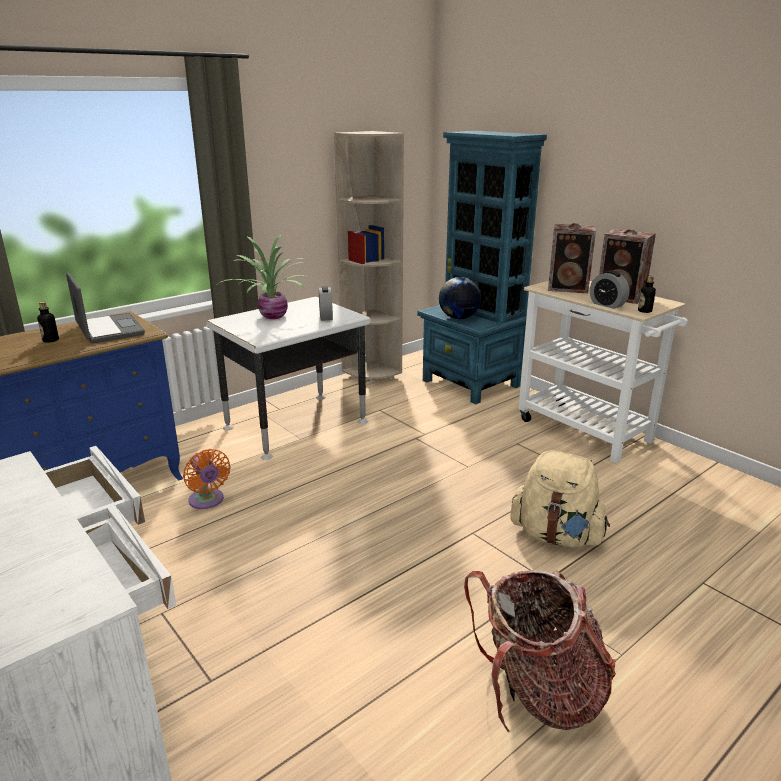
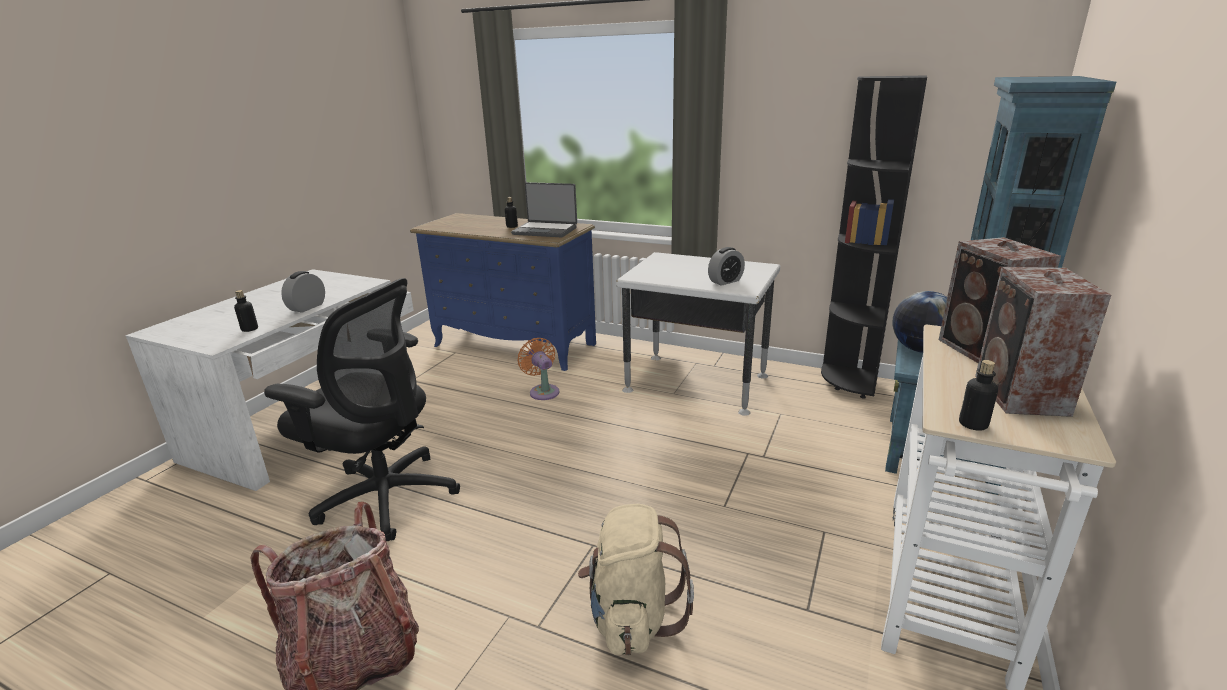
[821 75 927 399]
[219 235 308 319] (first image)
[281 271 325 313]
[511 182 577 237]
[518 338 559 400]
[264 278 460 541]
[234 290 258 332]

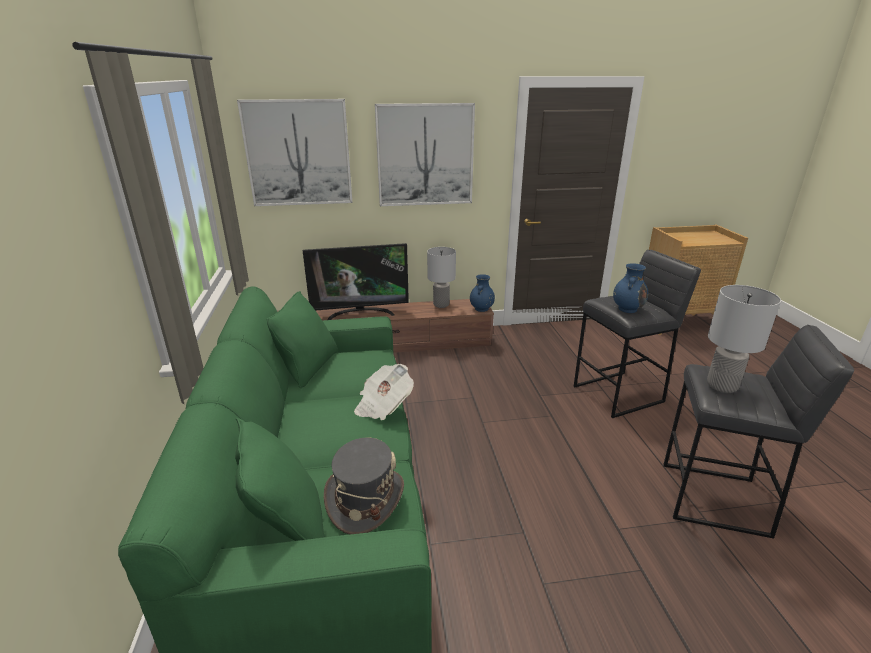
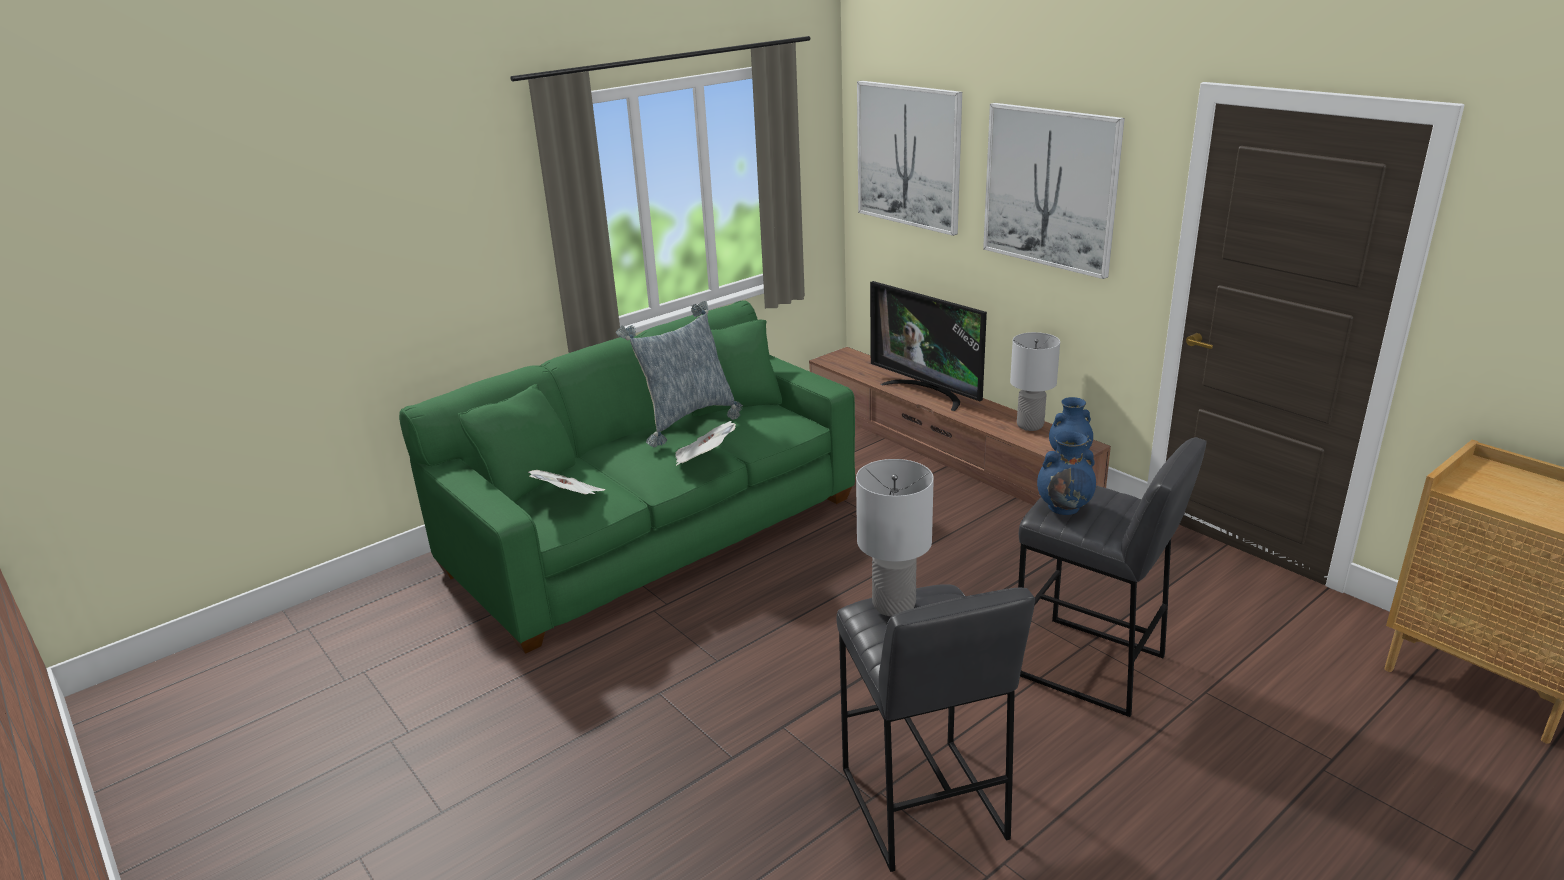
[528 470 605 494]
[616 301 743 447]

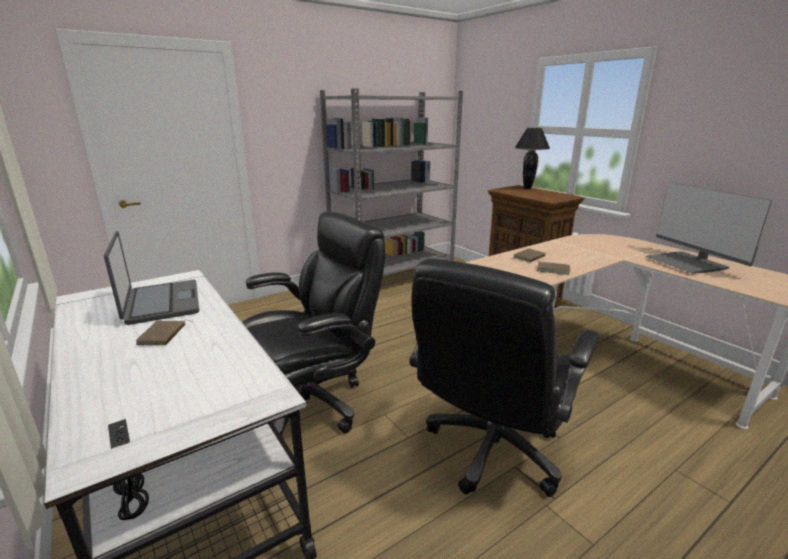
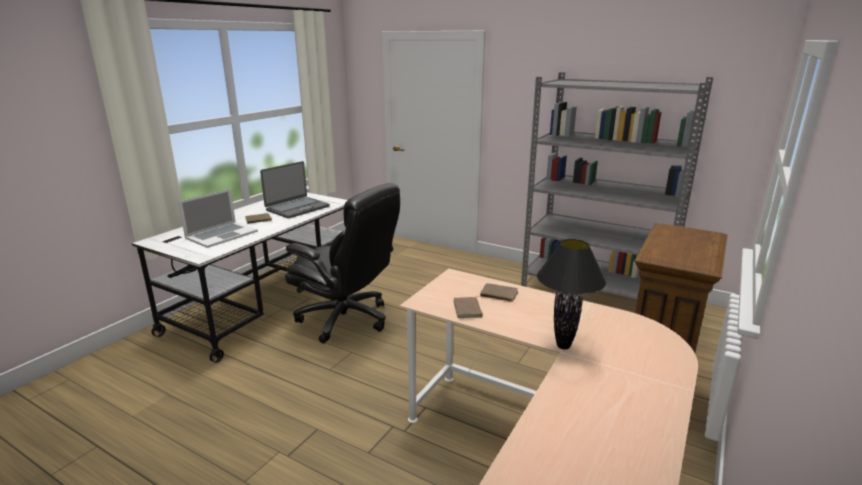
[537 239 606 350]
[646 182 772 273] (first image)
[409 259 600 497] (first image)
[178 189 258 248]

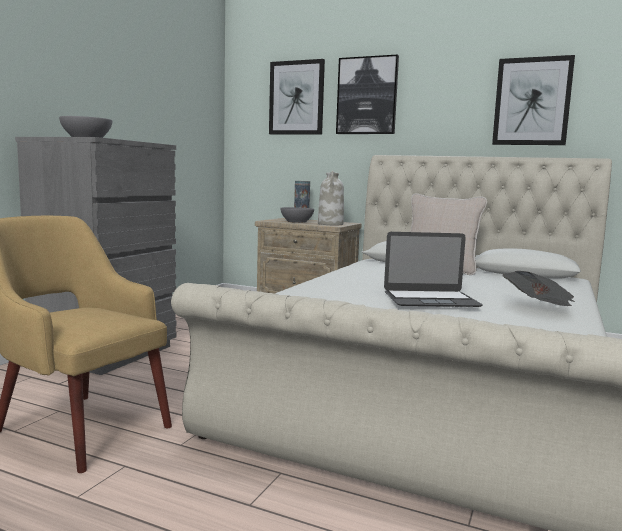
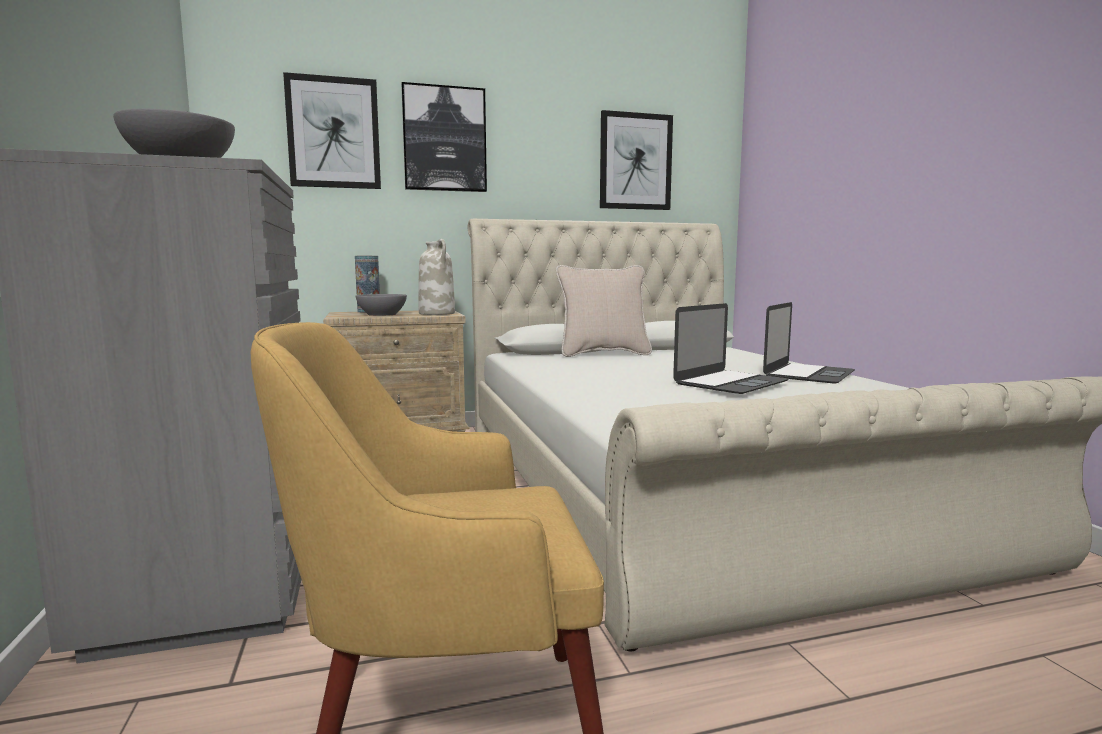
[763 302 855 383]

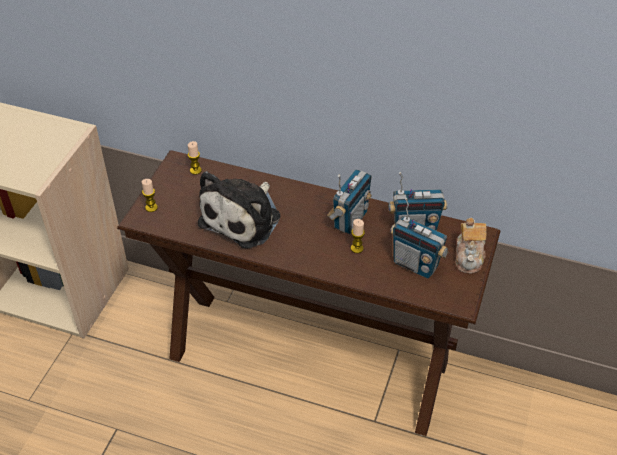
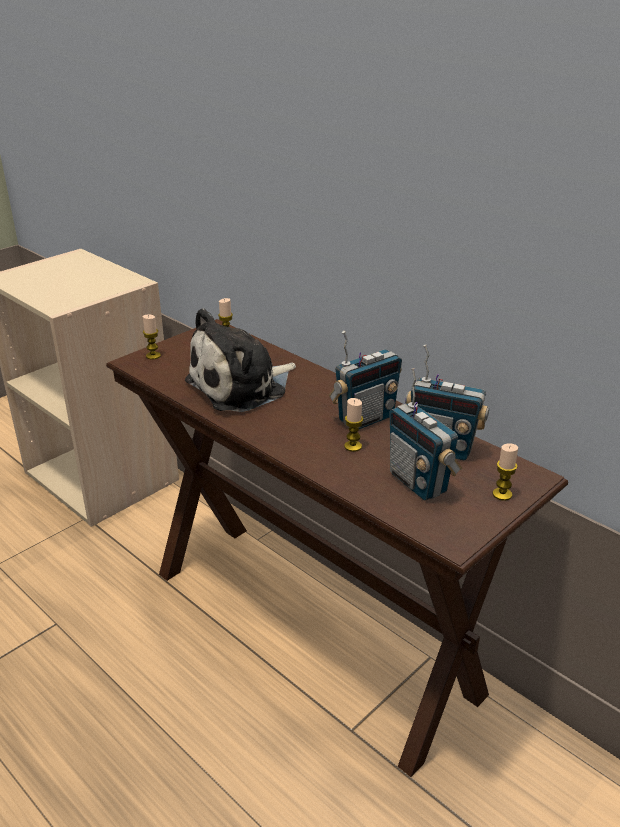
[493 443 518 501]

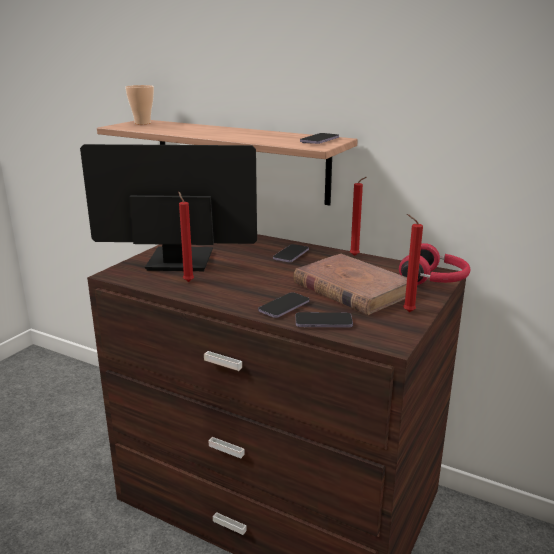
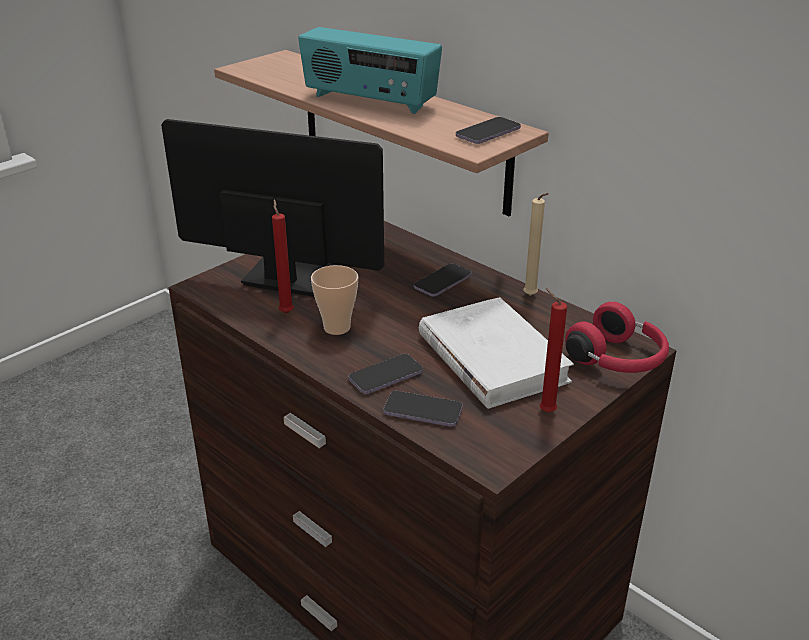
[311 265 358 335]
[523 193 549 296]
[419 297 574 409]
[298 27 442 114]

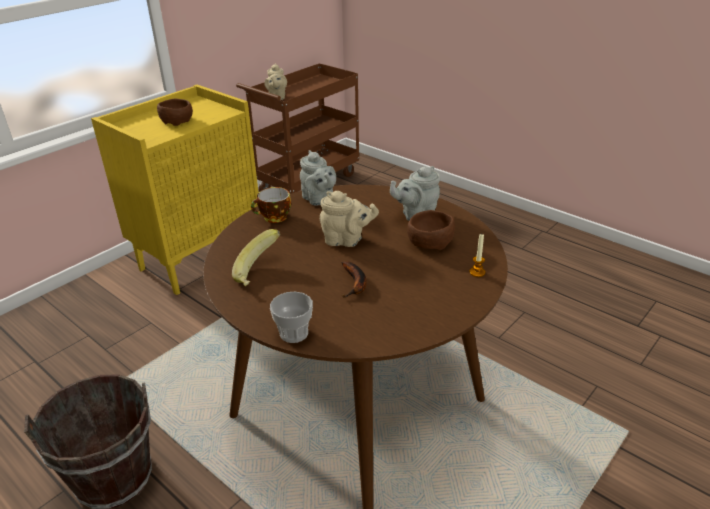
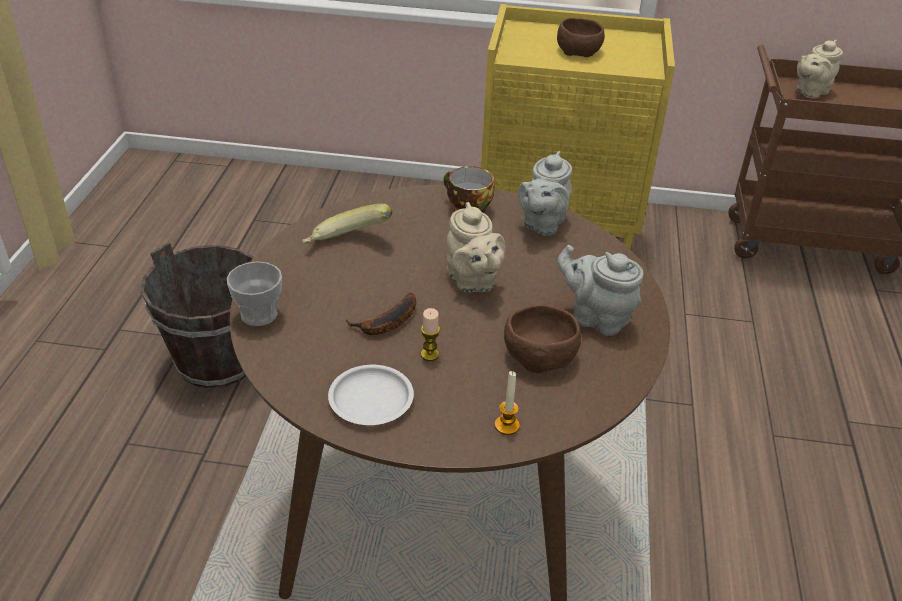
[421 308 440 361]
[328 365 414 425]

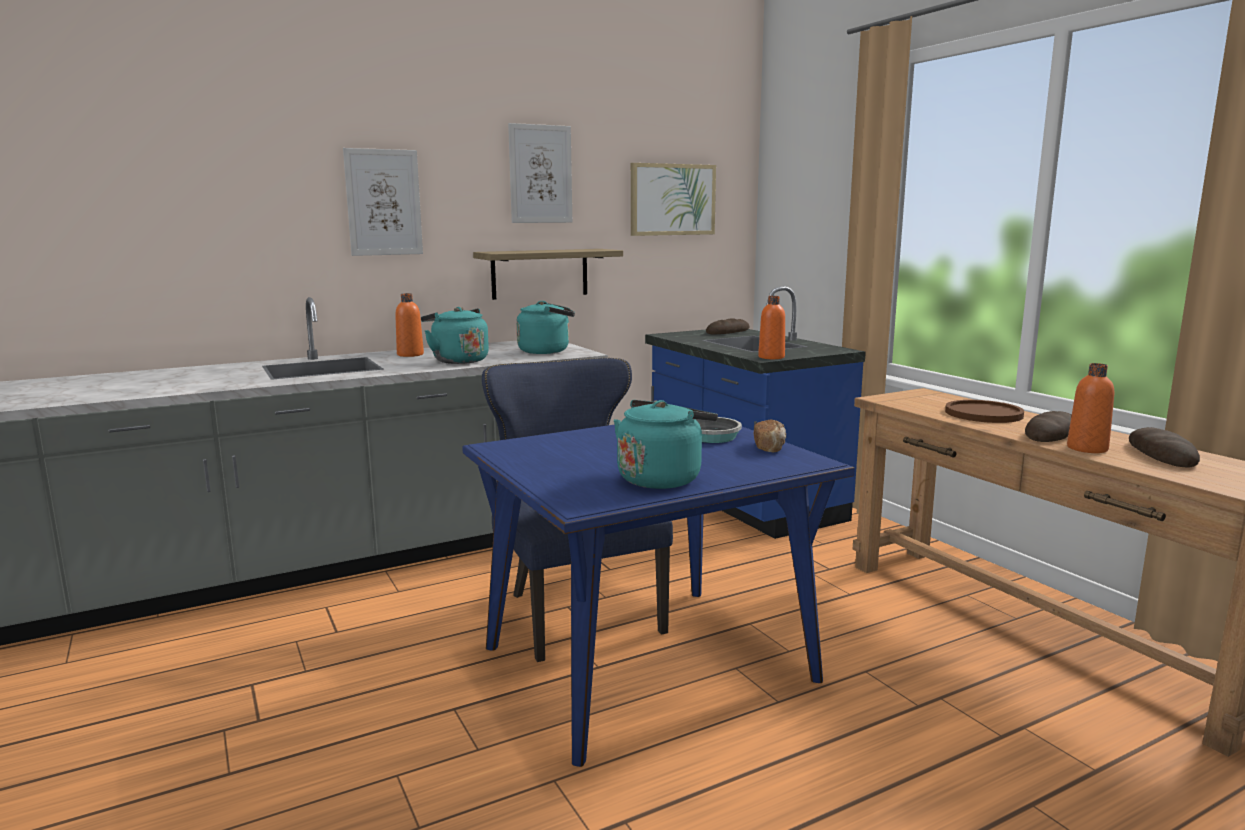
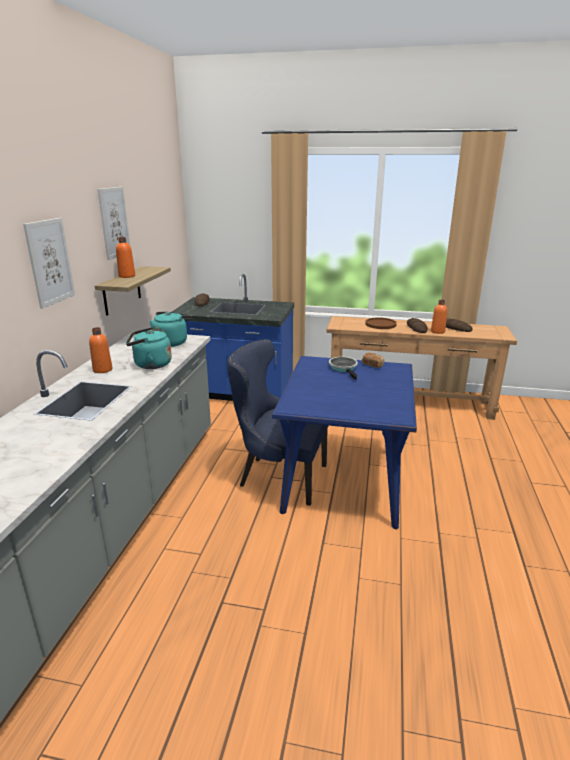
[631 163 716 236] (first image)
[116 237 135 278]
[614 400 718 489] (first image)

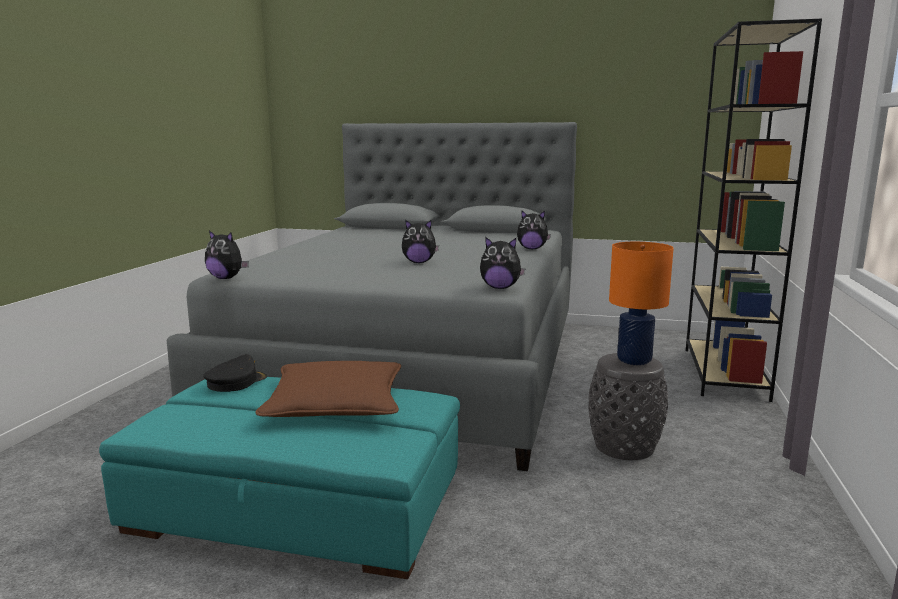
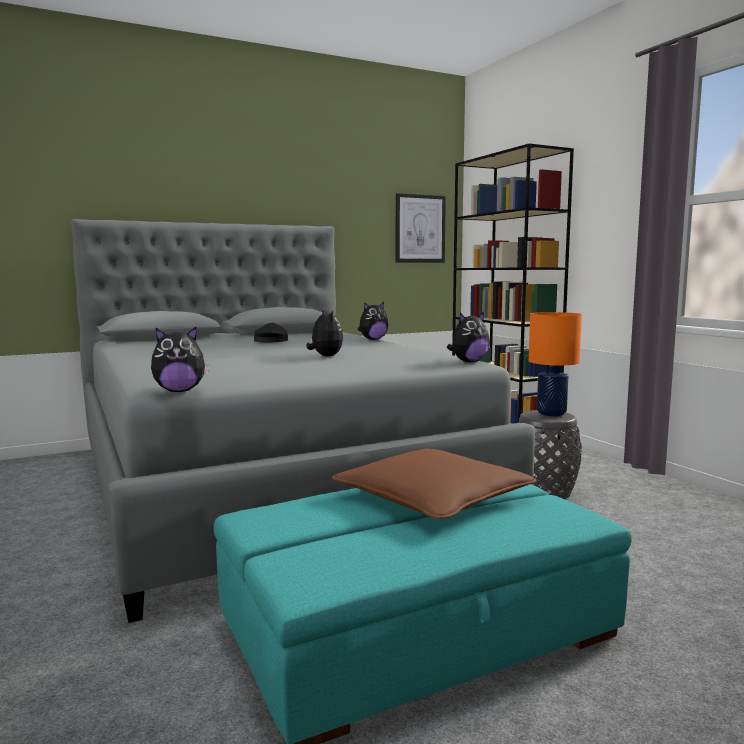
[306 309 343 357]
[254 323 288 342]
[396 193 446 263]

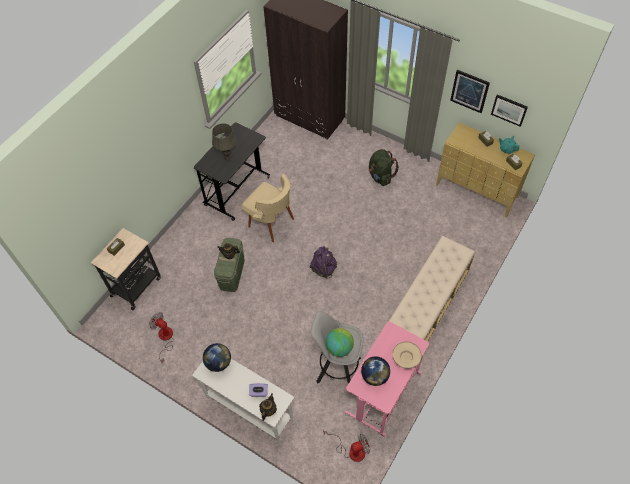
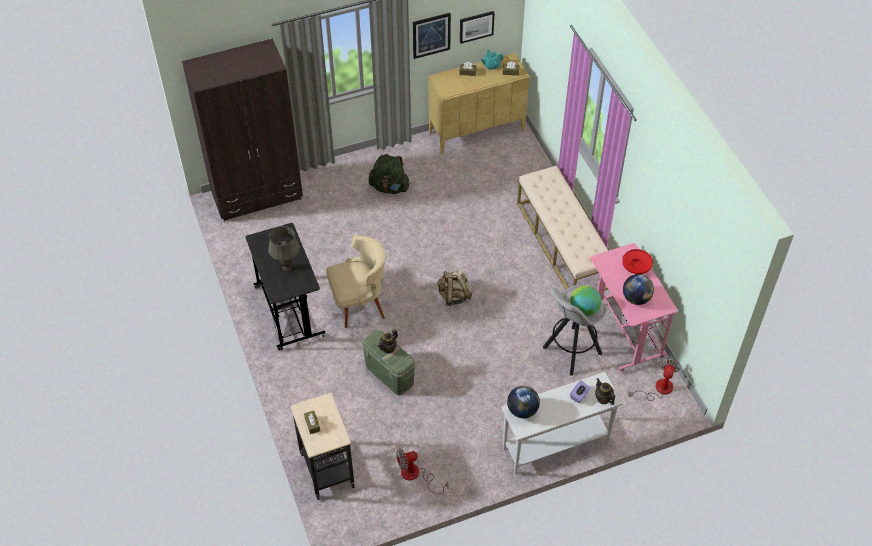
[437 270 472 306]
[622 249 653 274]

